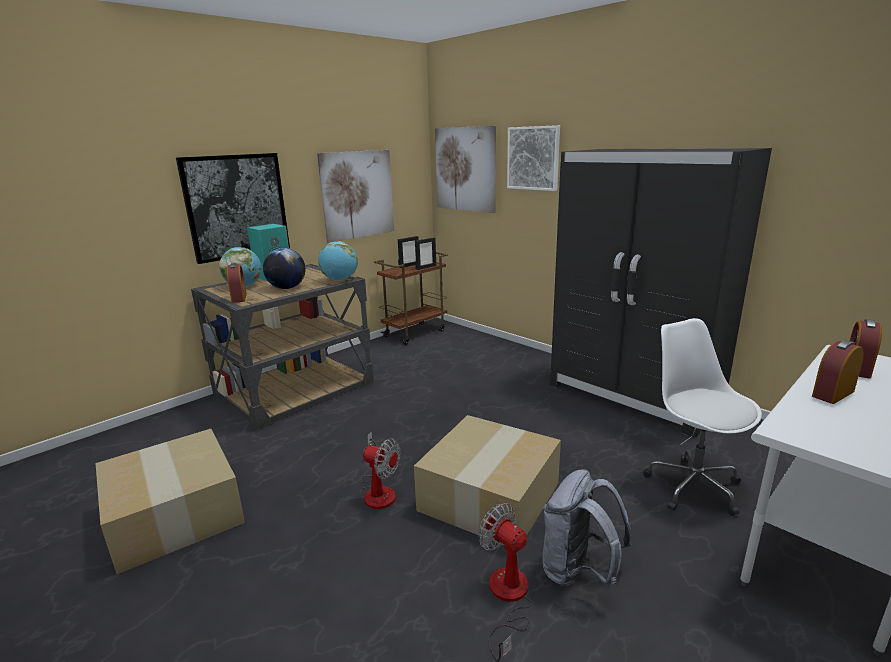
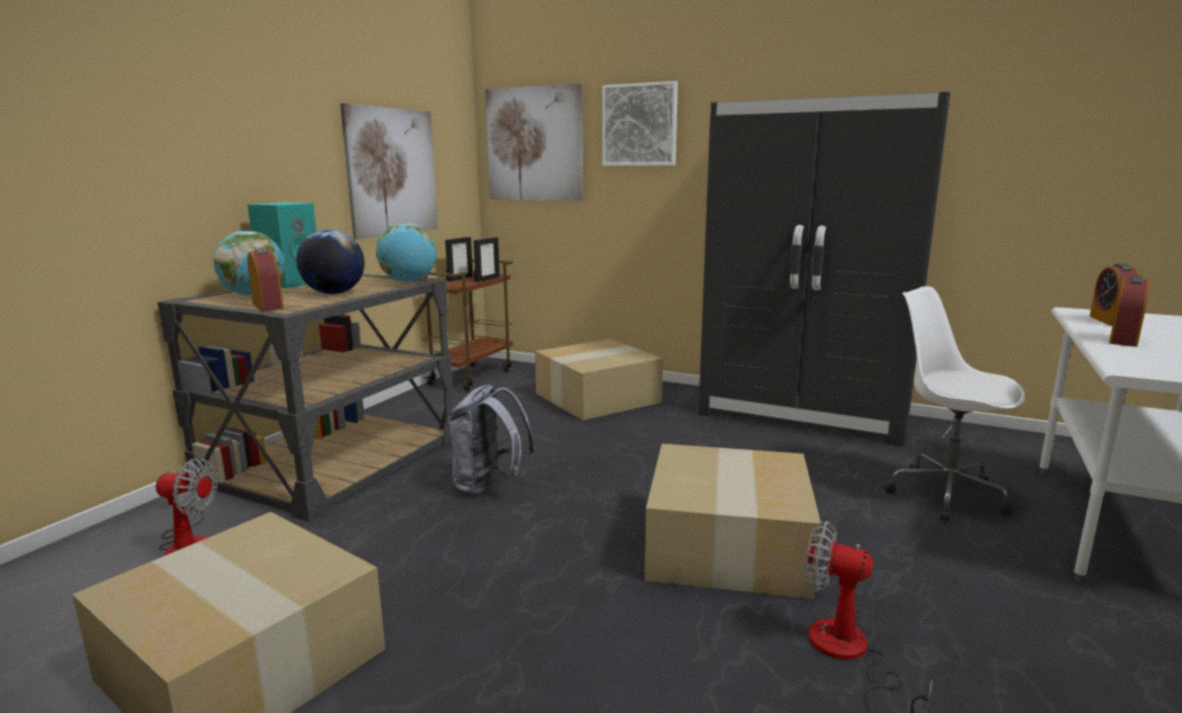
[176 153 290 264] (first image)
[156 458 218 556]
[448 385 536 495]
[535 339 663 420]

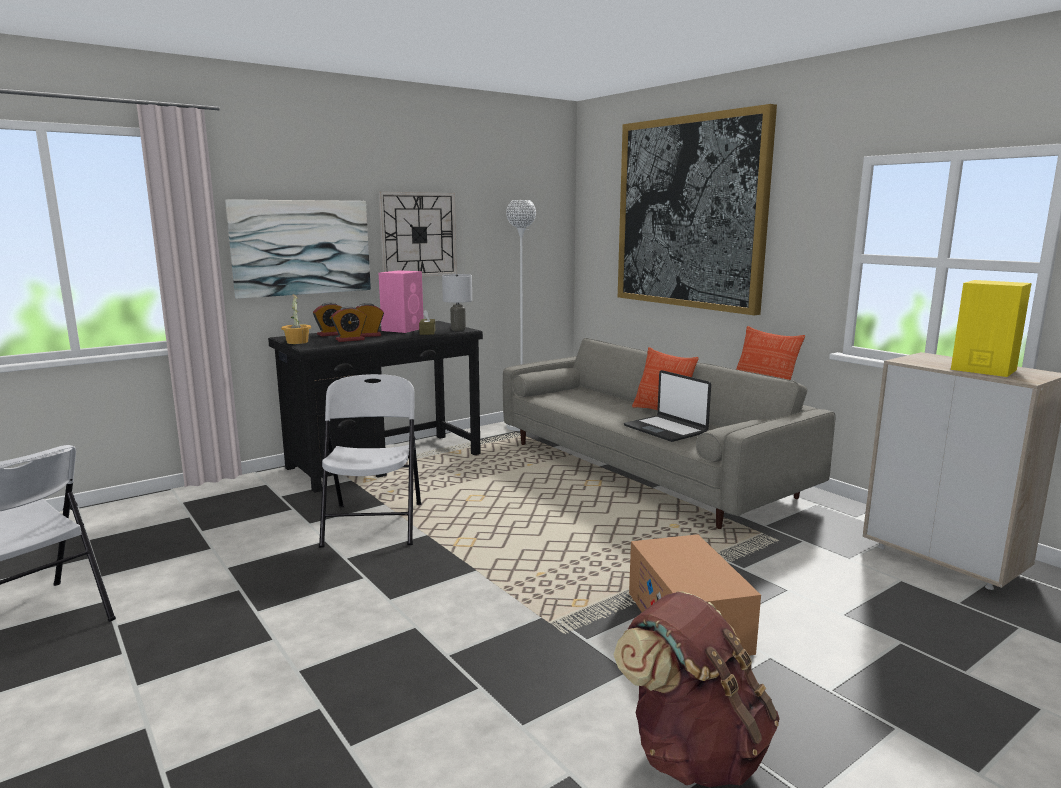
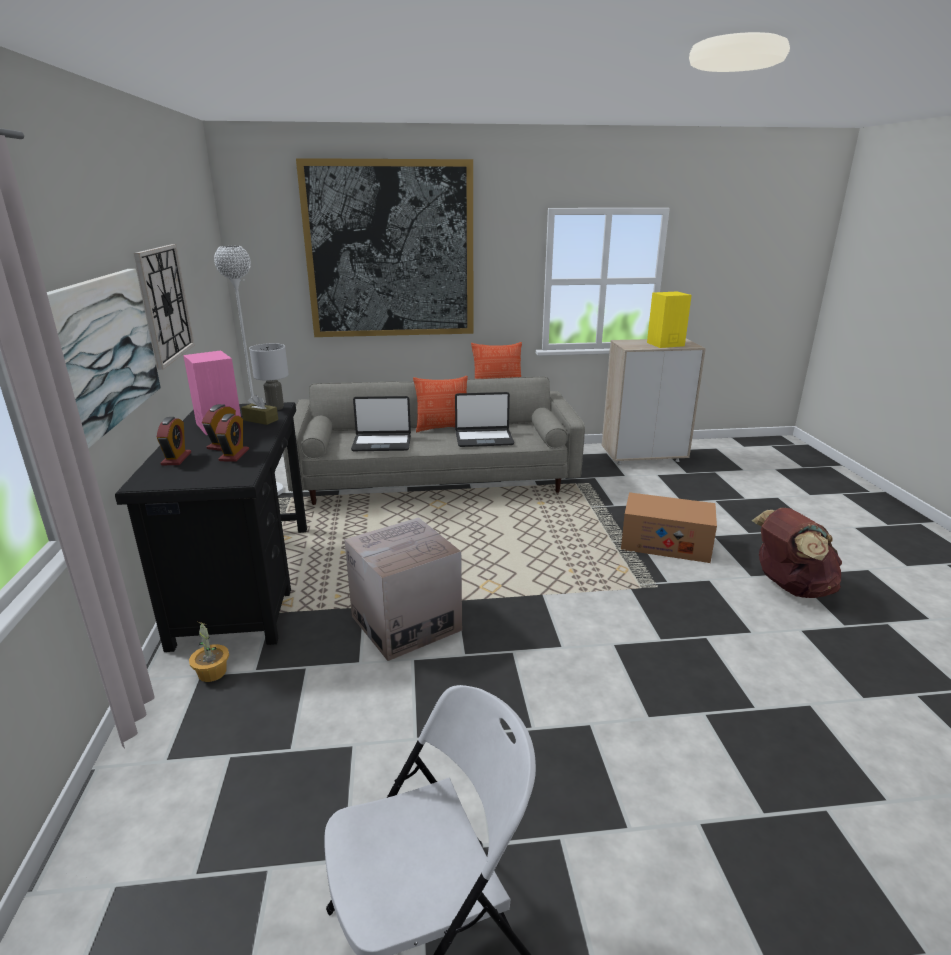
[189 621 229 682]
[344 517 462 661]
[351 396 411 451]

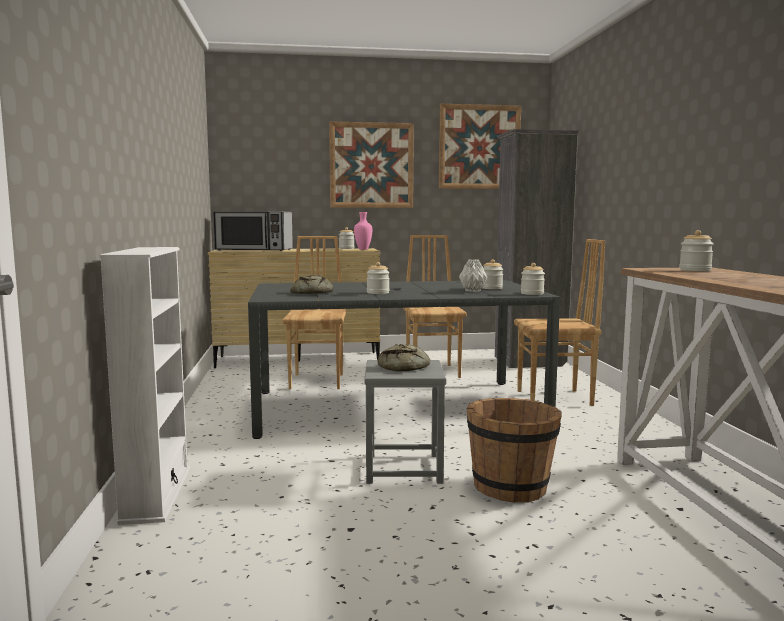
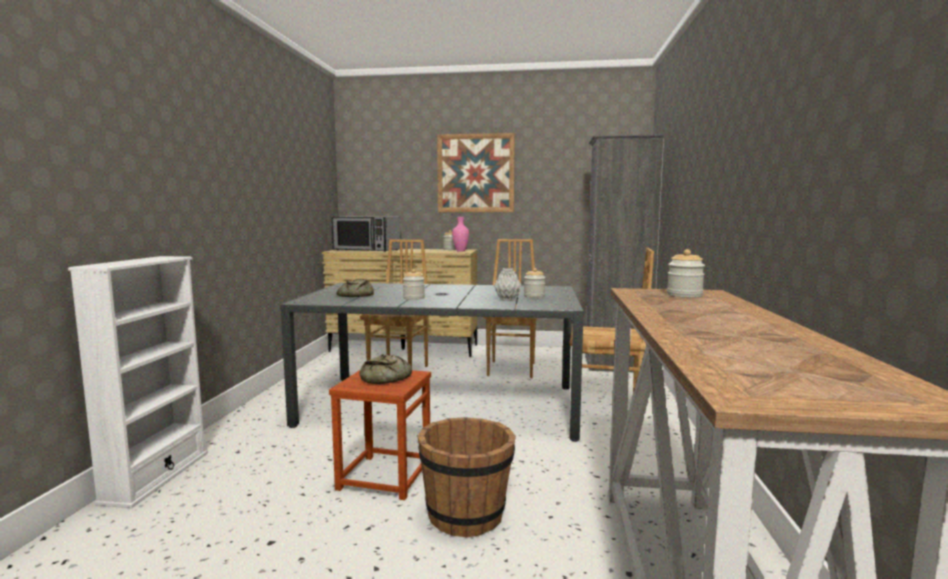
[439 104 521 189] (first image)
[521 263 545 295] (first image)
[329 370 431 500]

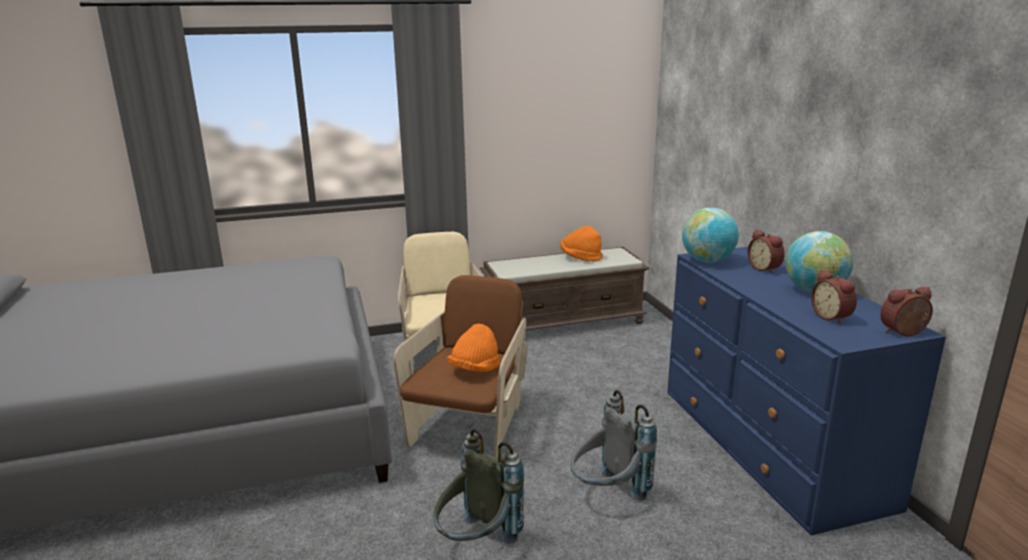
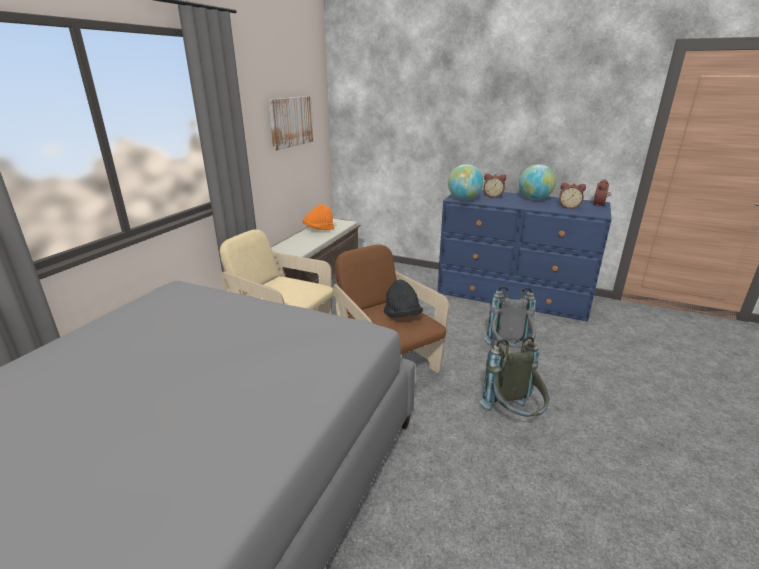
[384 279 423 317]
[268 96 314 151]

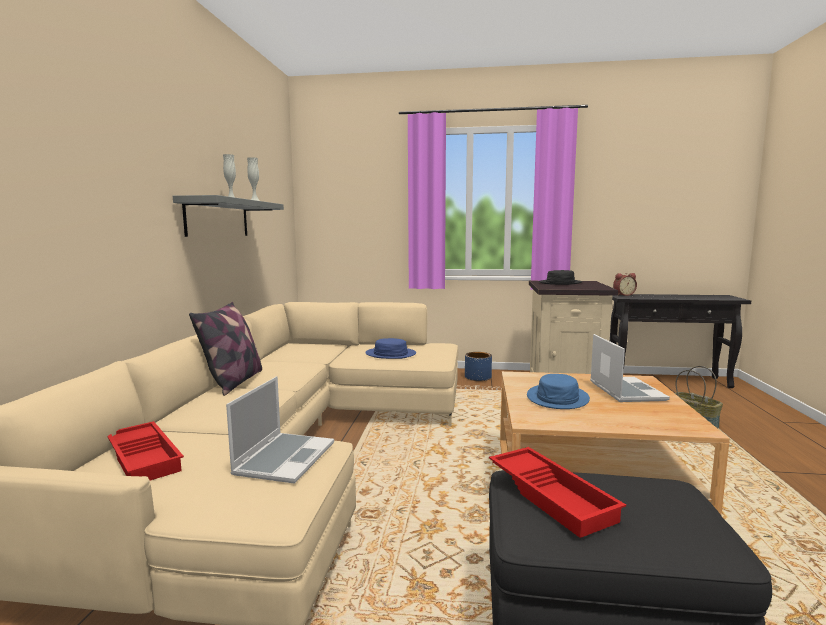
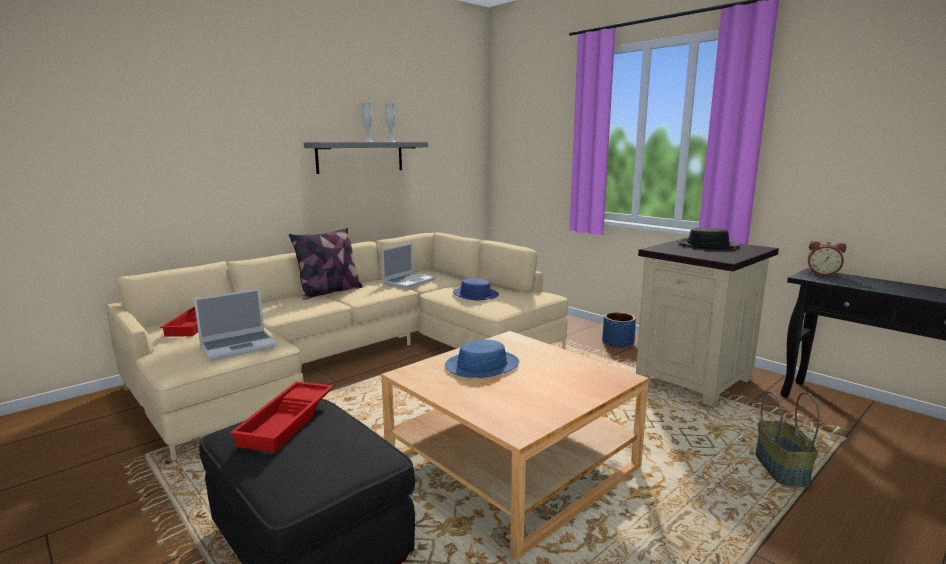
[382 243 436 288]

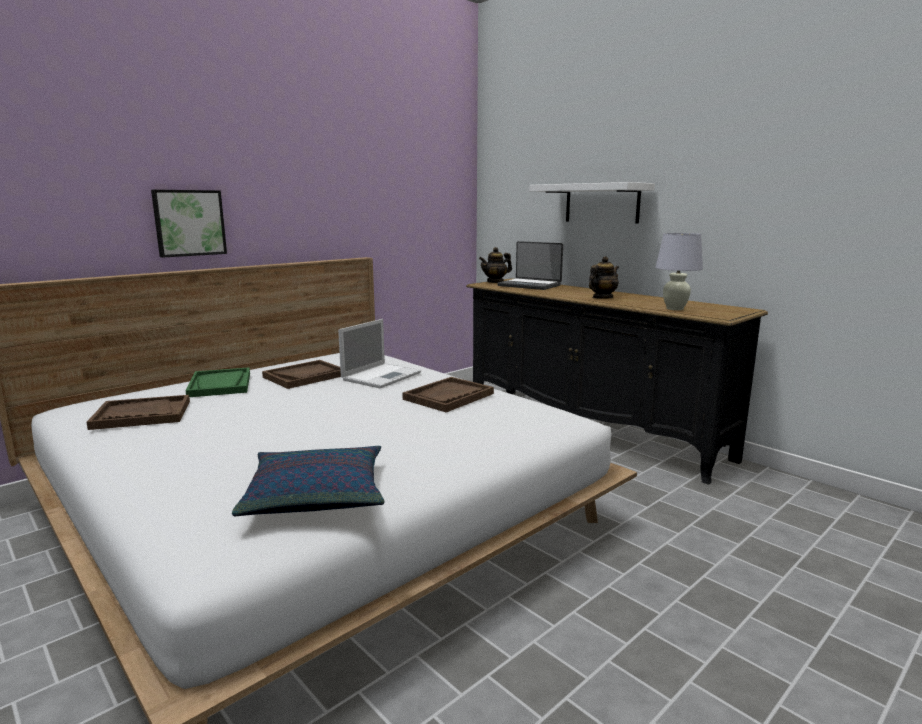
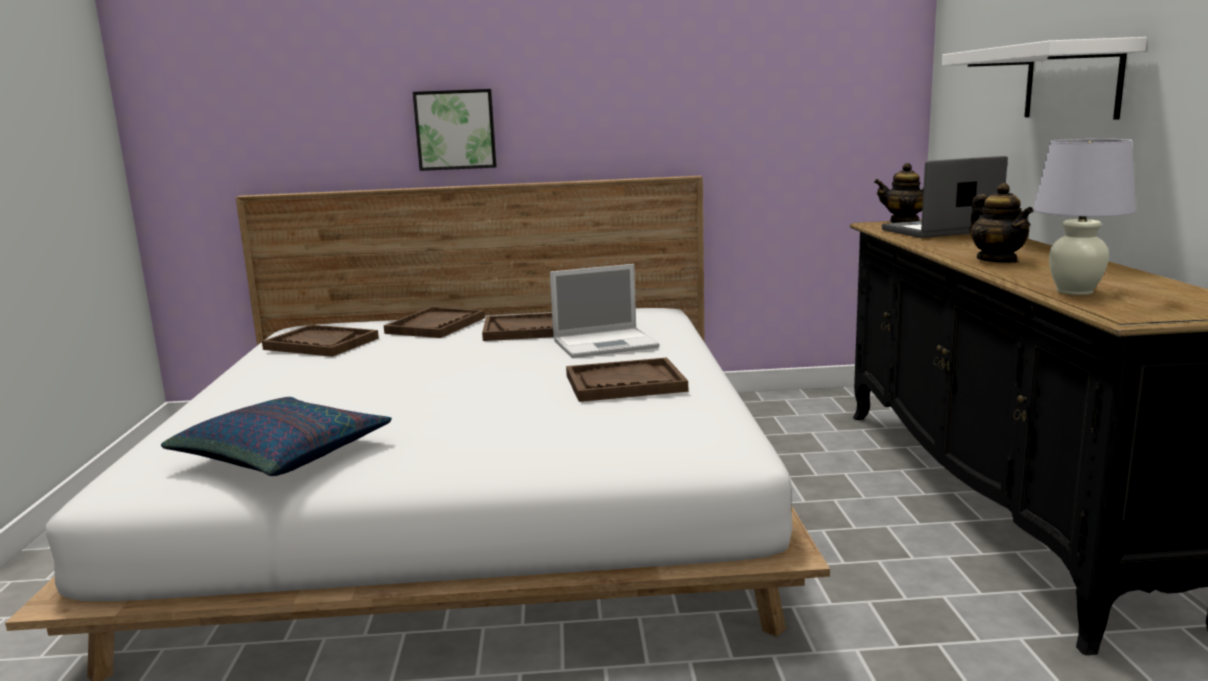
[882 156 1008 238]
[969 183 1034 263]
[384 307 485 338]

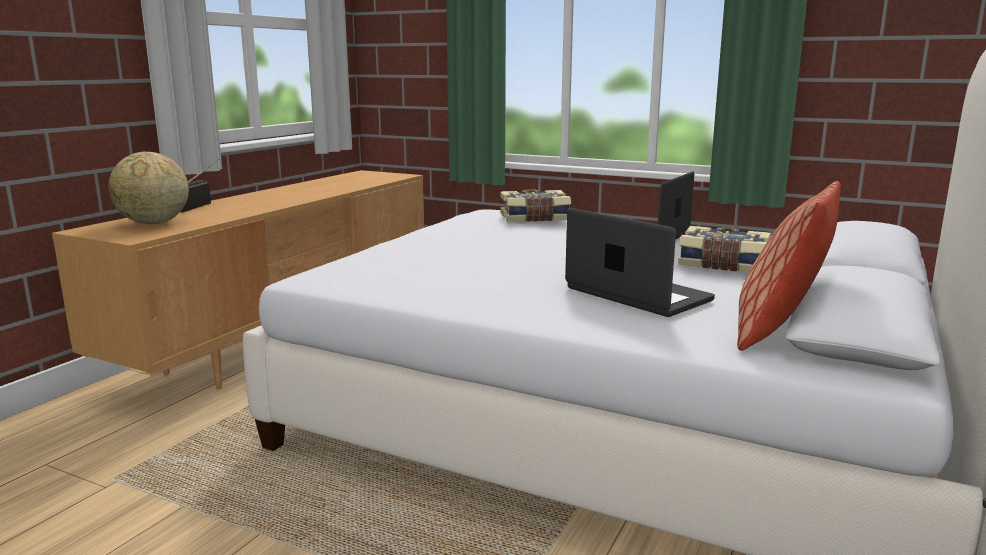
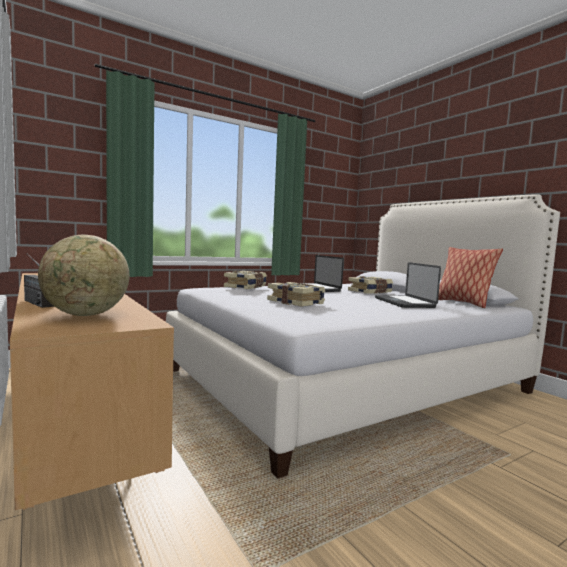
[375 262 441 308]
[267 282 325 307]

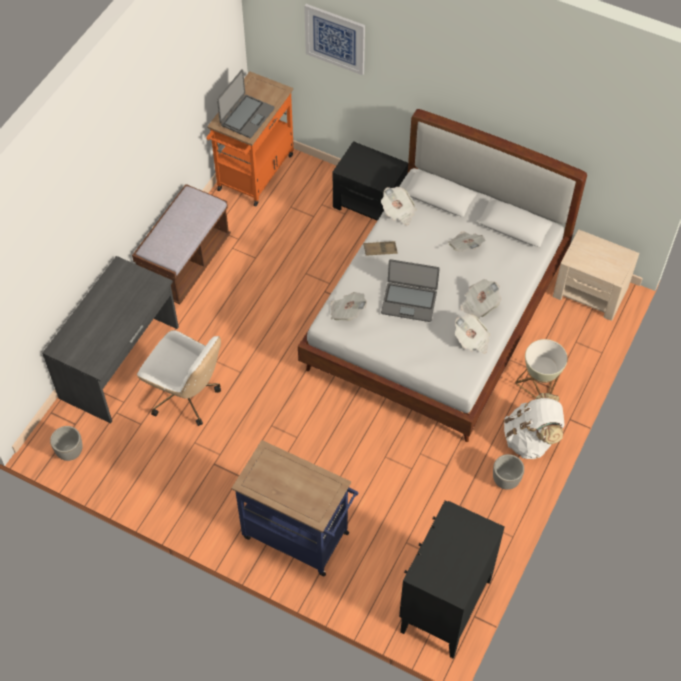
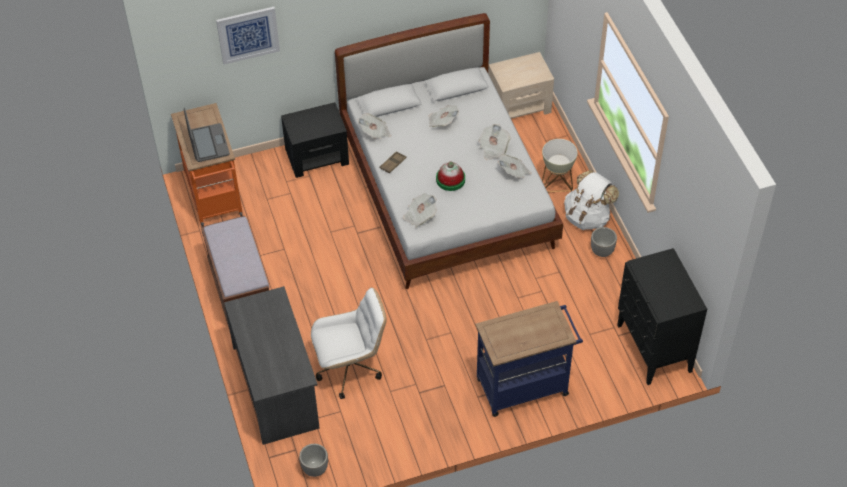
[436 161 465 191]

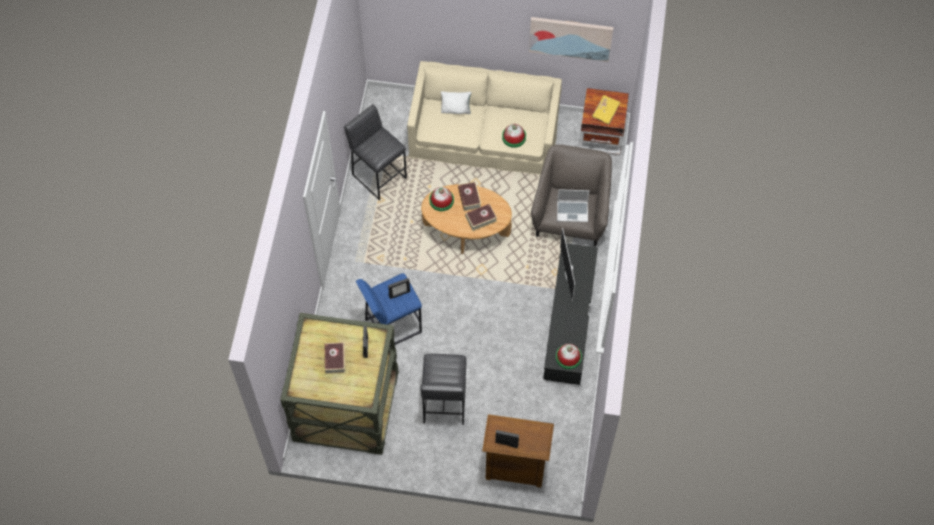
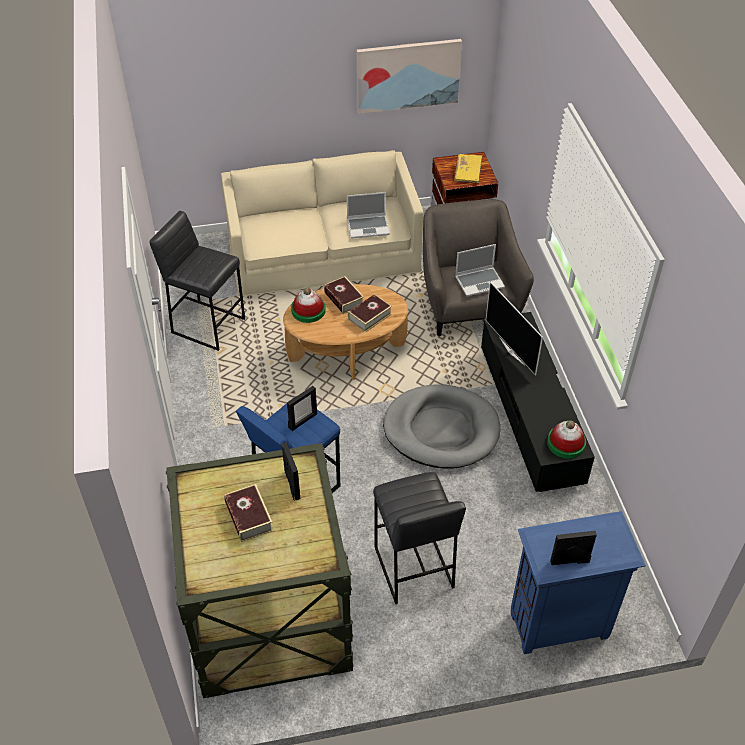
[441 91 472 114] (first image)
[347 192 390 238]
[511 511 646 654]
[383 384 500 469]

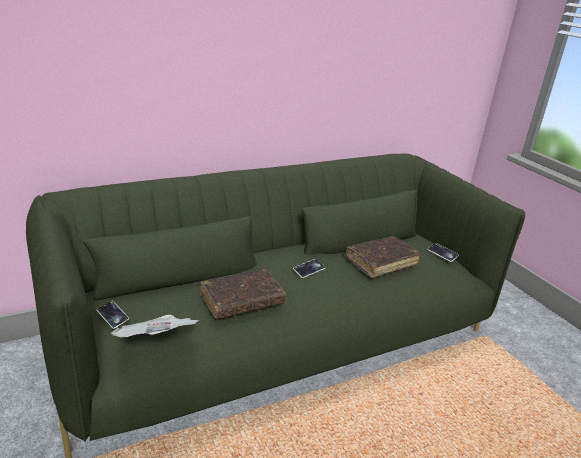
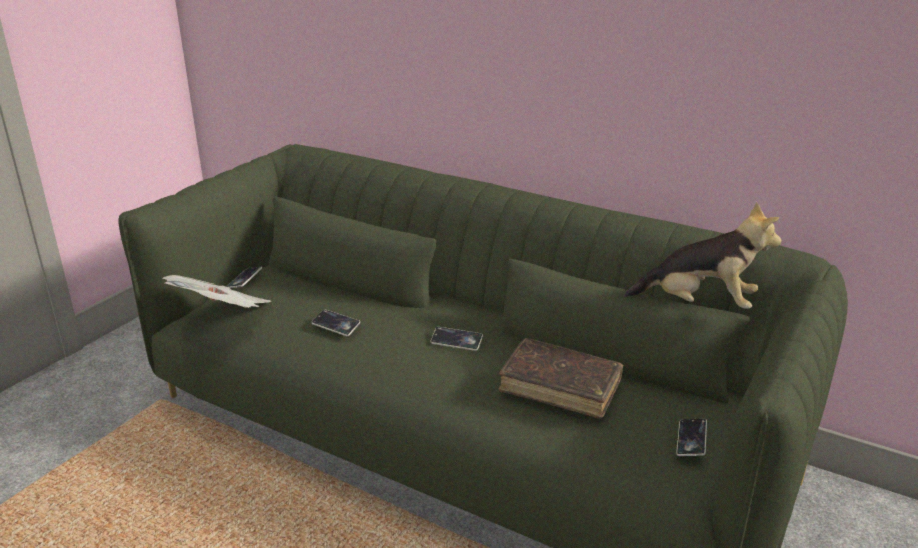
[311 309 360 336]
[624 202 781 309]

